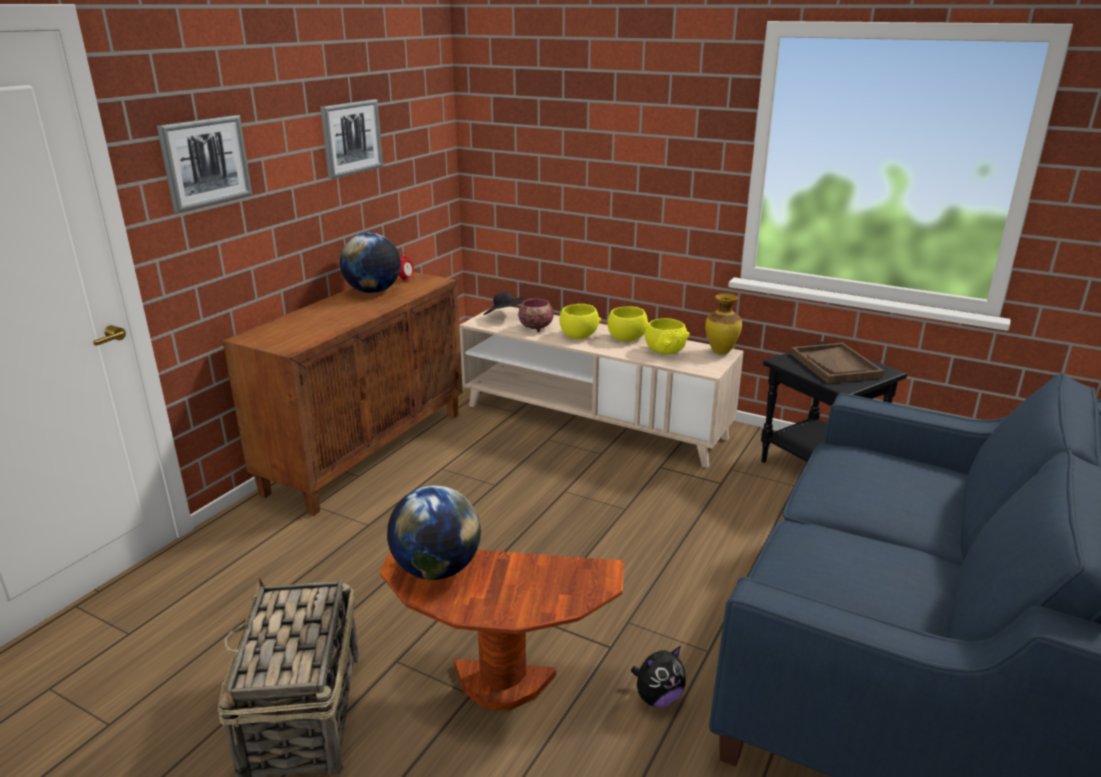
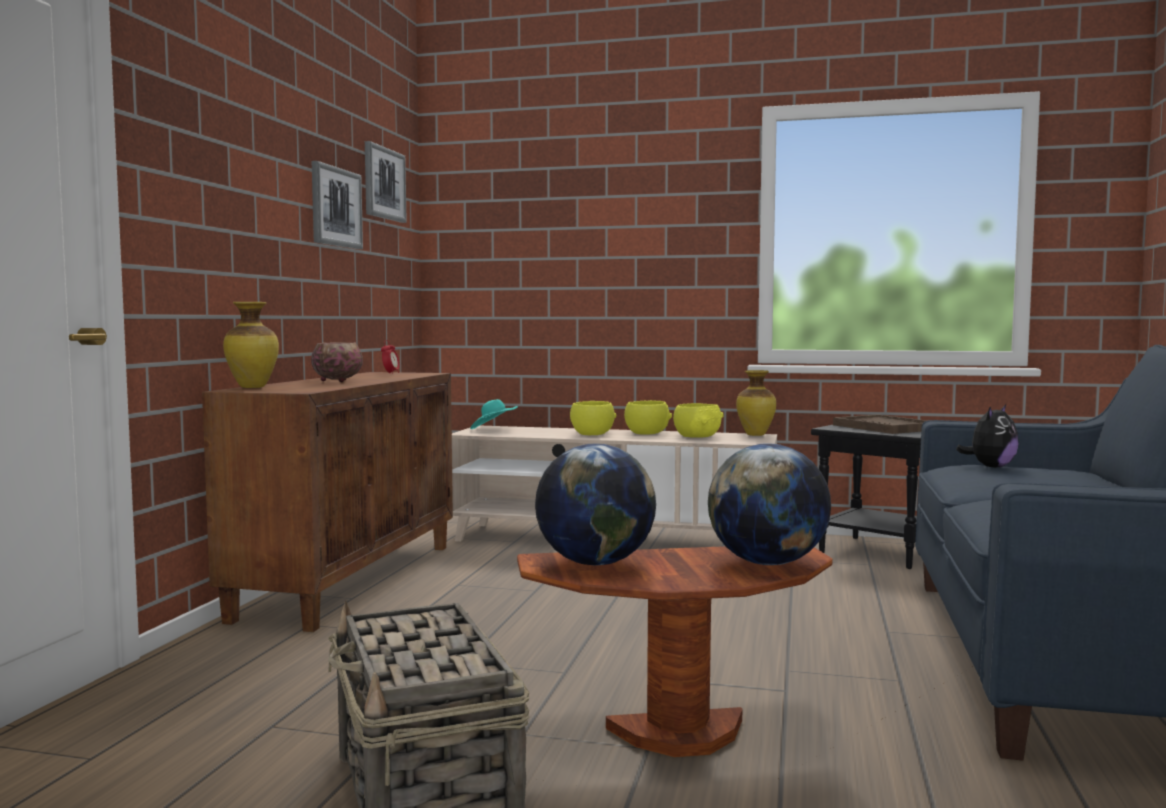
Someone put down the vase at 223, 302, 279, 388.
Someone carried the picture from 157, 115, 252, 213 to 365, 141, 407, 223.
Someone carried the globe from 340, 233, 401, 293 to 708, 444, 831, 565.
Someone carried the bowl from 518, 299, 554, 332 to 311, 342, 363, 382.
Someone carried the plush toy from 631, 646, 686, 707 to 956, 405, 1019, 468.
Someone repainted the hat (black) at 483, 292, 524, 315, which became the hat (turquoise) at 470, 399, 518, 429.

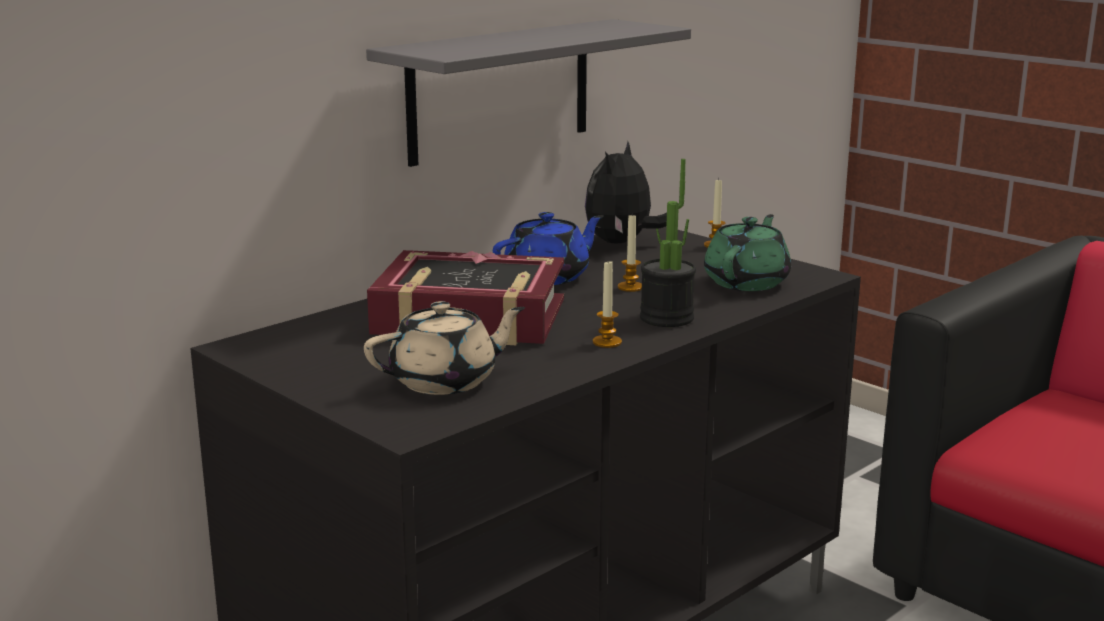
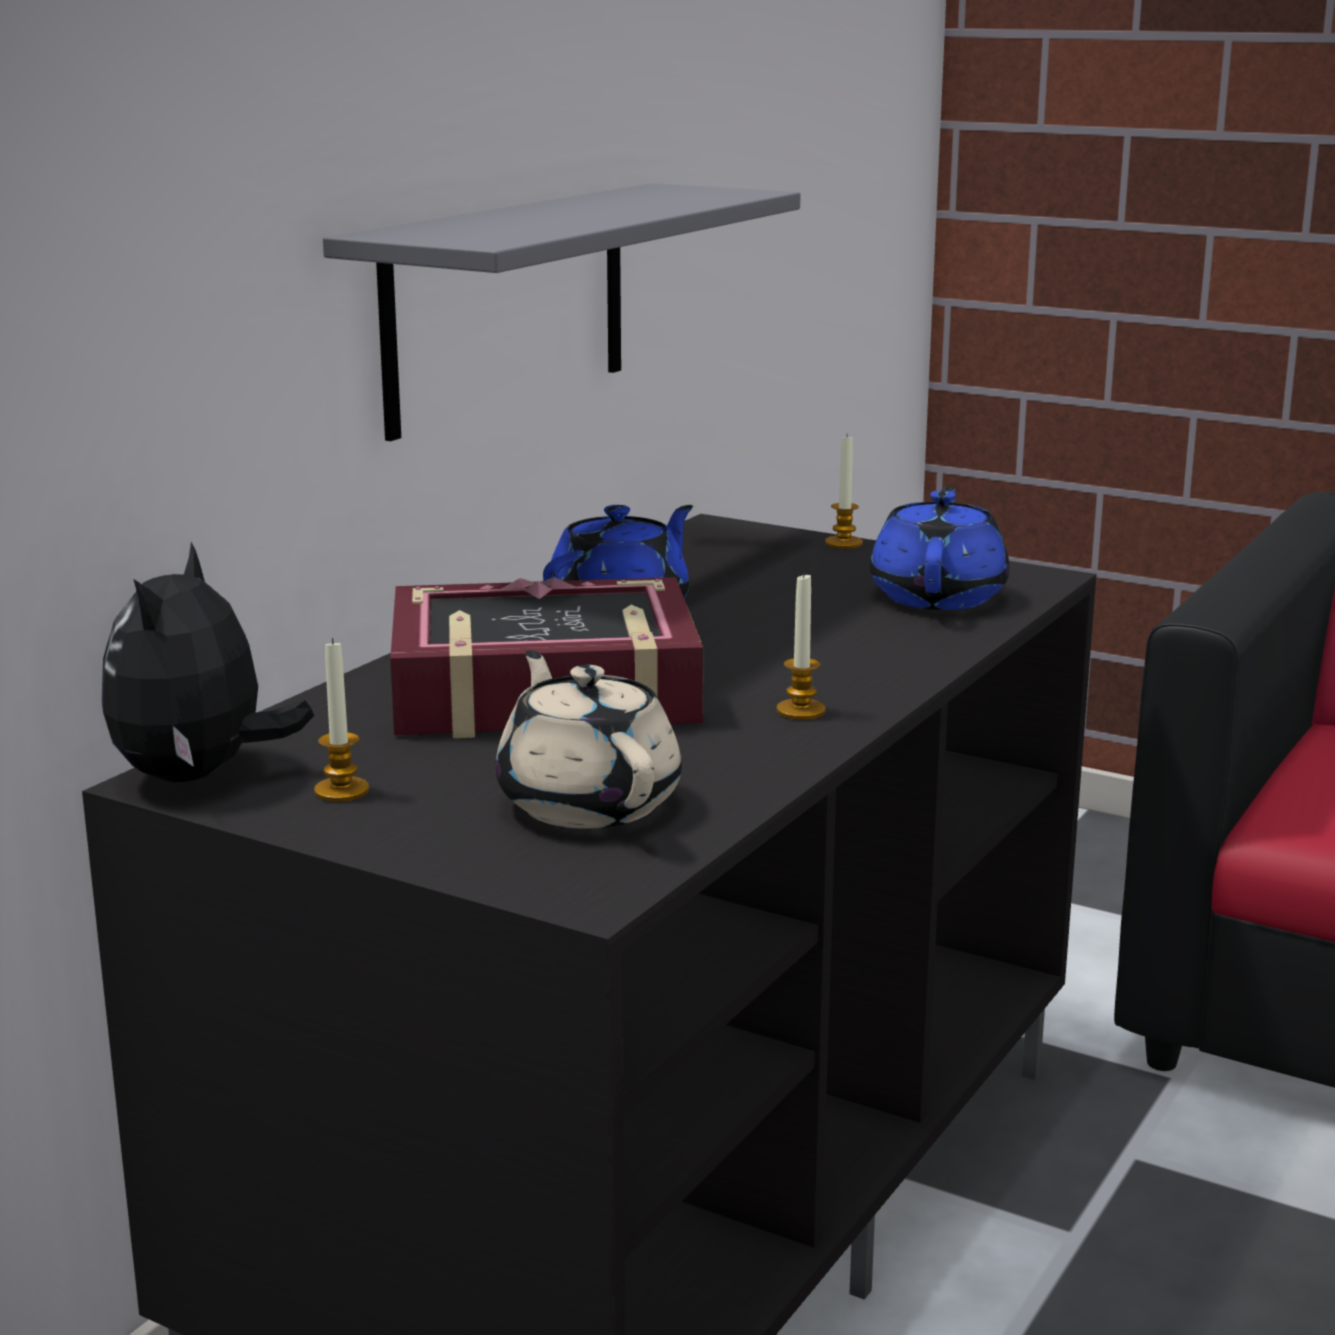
Someone took away the potted plant at 640, 159, 696, 327.
Someone carried the plush toy from 585, 141, 667, 243 to 101, 542, 314, 782.
Someone carried the candle from 618, 214, 642, 292 to 314, 638, 369, 802.
Someone repainted the teapot (green) at 704, 214, 791, 291, which became the teapot (blue) at 870, 486, 1010, 610.
Someone rotated the teapot (beige) at 364, 301, 525, 395 by 75 degrees counterclockwise.

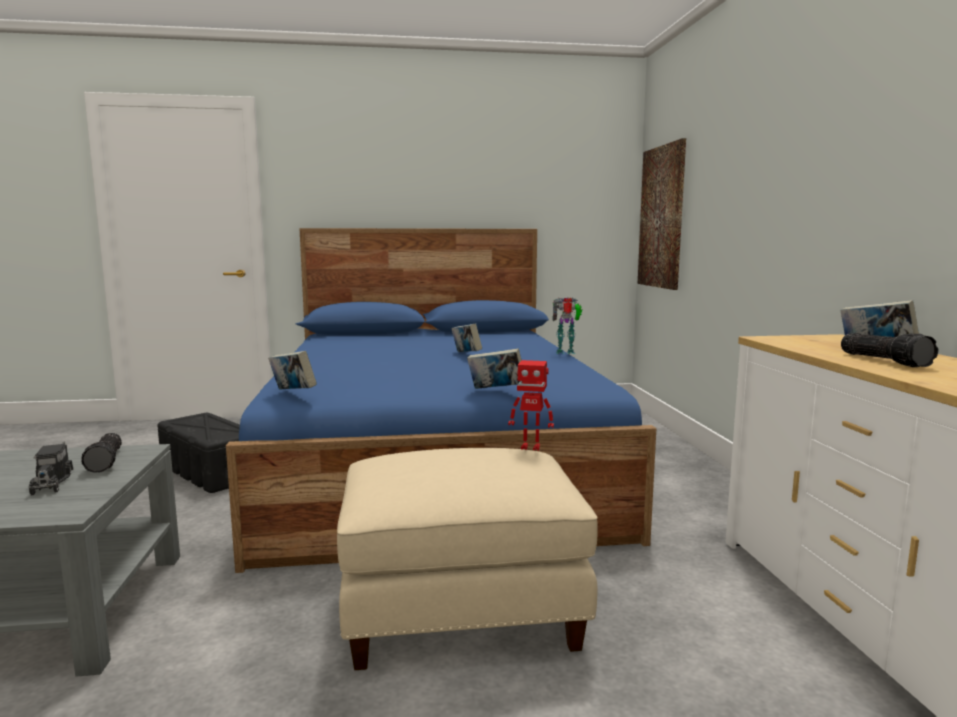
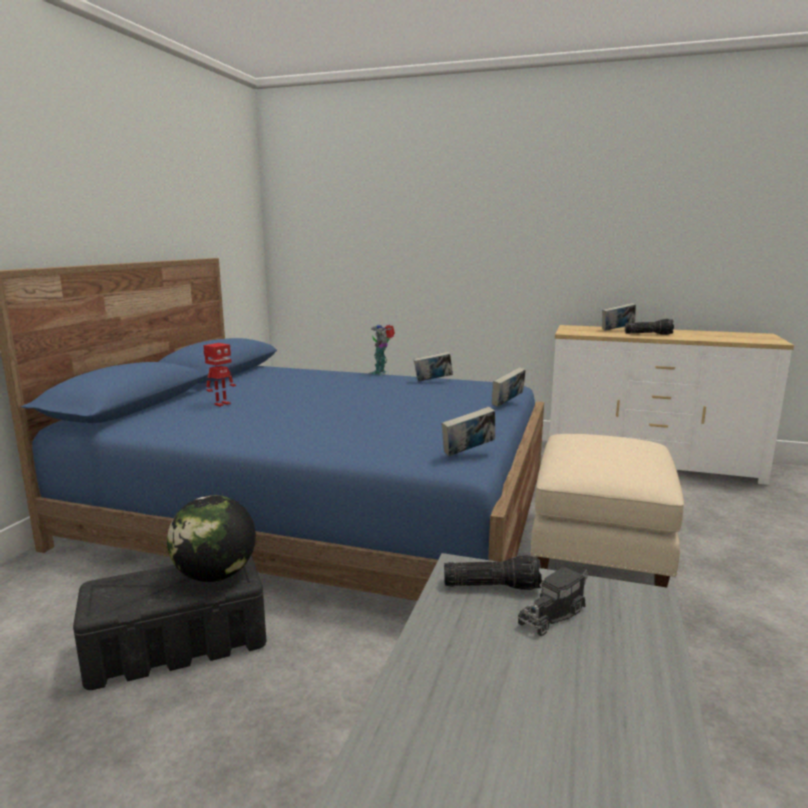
Someone took away the picture at 638, 138, 686, 290.
Someone put down the globe at 167, 495, 256, 582.
Someone carried the book from 451, 323, 482, 352 to 413, 352, 453, 382.
Someone carried the toy robot from 508, 360, 554, 451 to 203, 343, 236, 407.
Someone rotated the toy truck at 29, 441, 73, 496 by 135 degrees clockwise.

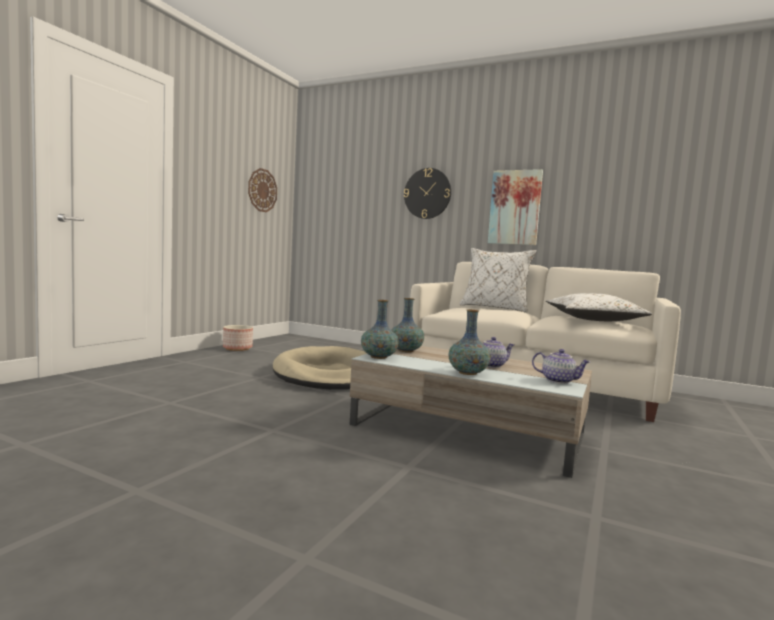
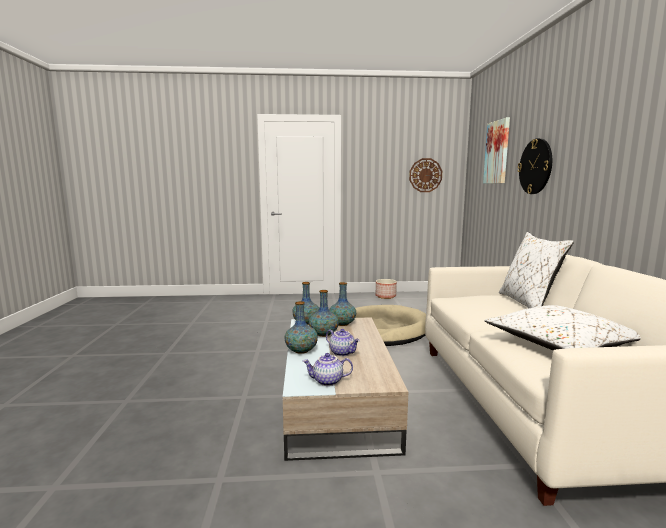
Someone put down the vase at 309, 290, 339, 337.
Someone carried the picture from 488, 169, 543, 245 to 483, 117, 510, 184.
Someone rotated the teapot at 532, 349, 590, 384 by 90 degrees clockwise.

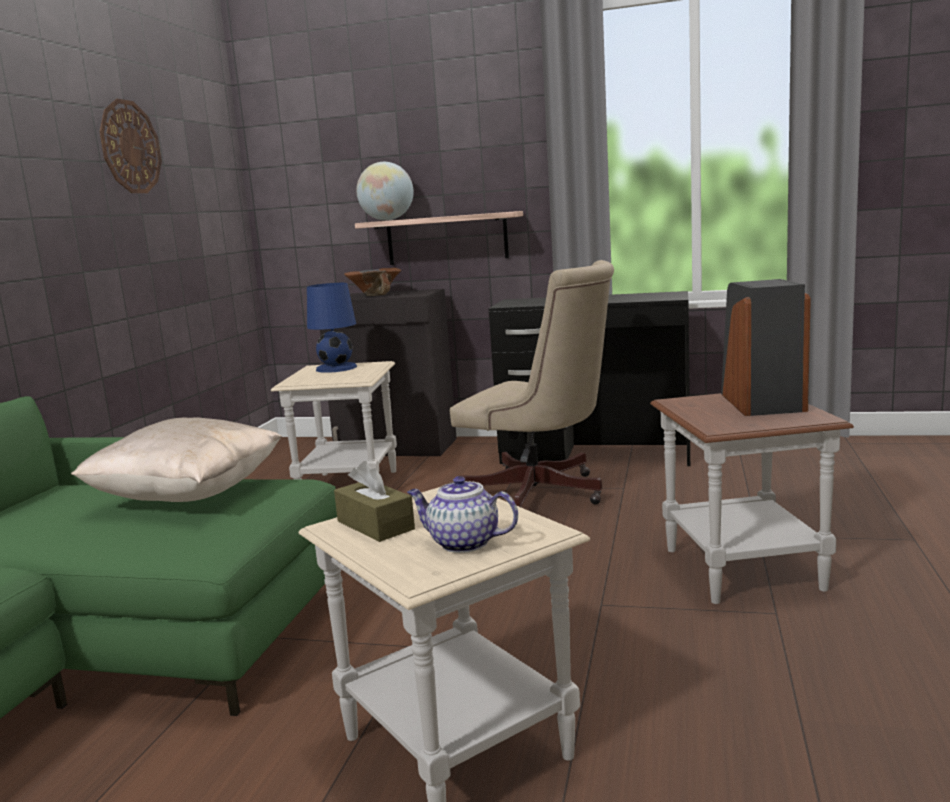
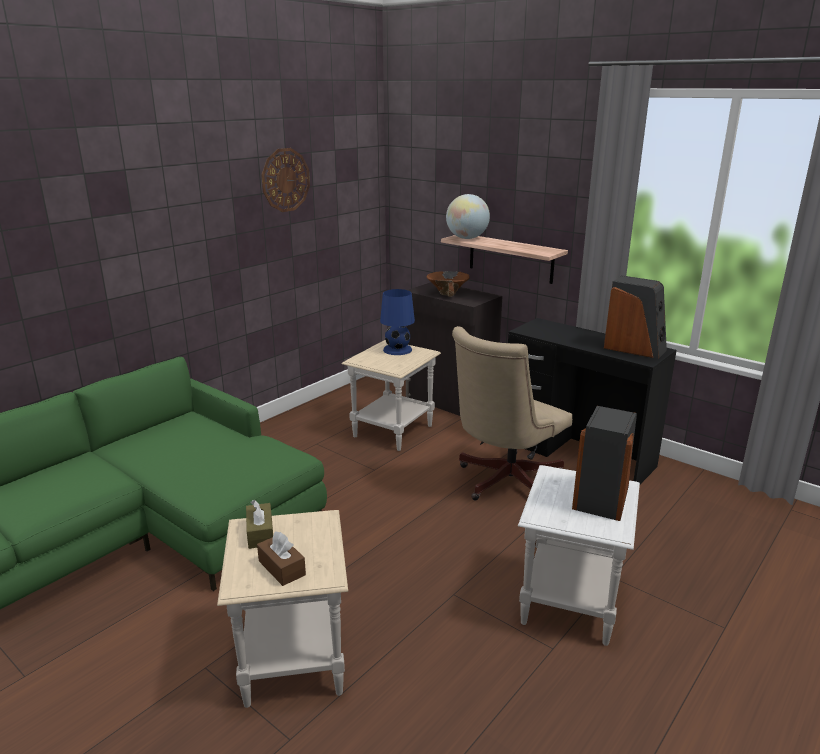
Someone took away the pillow (beige) at 71, 418, 282, 502.
Someone put down the speaker at 604, 276, 667, 359.
Someone swapped the teapot at 407, 476, 518, 553 for the tissue box (brown) at 257, 531, 306, 586.
Someone repainted the side table (brown) at 650, 393, 854, 604, which became the side table (white) at 518, 465, 640, 646.
Someone rotated the office chair (beige) at 450, 260, 614, 508 by 75 degrees clockwise.

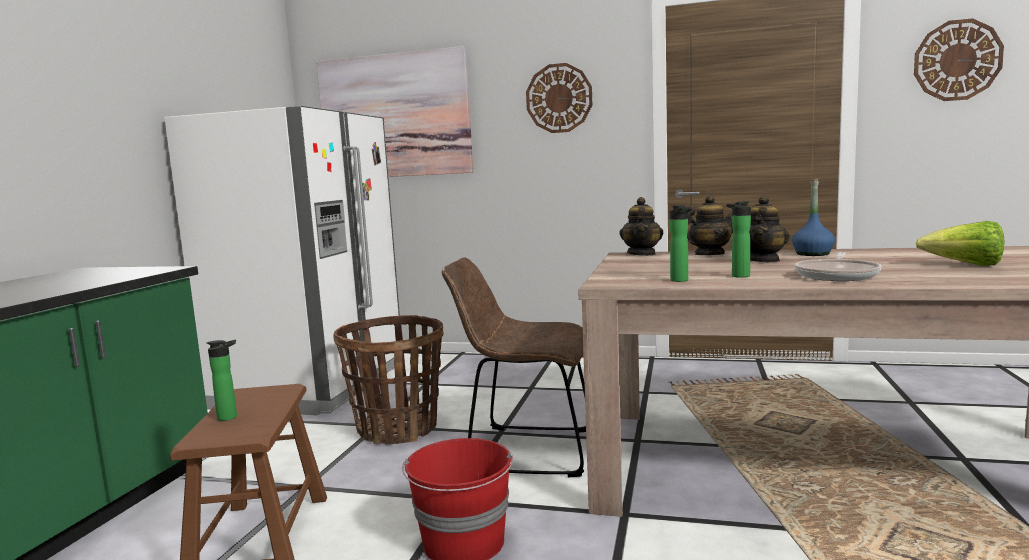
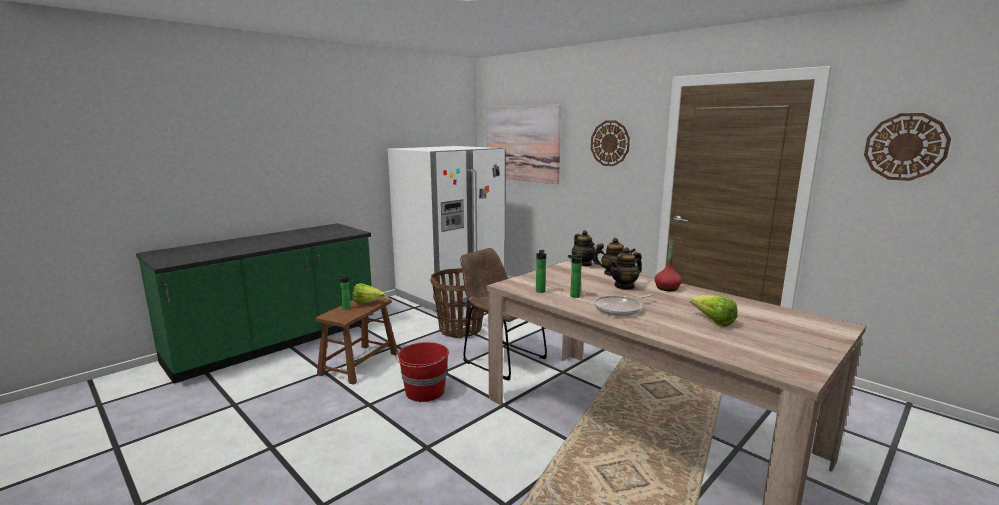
Someone put down the lettuce at 352, 283, 385, 303.
Someone repainted the bottle (blue) at 792, 178, 835, 256, which became the bottle (red) at 655, 241, 682, 291.
Someone rotated the teapot at 619, 197, 663, 256 by 60 degrees counterclockwise.

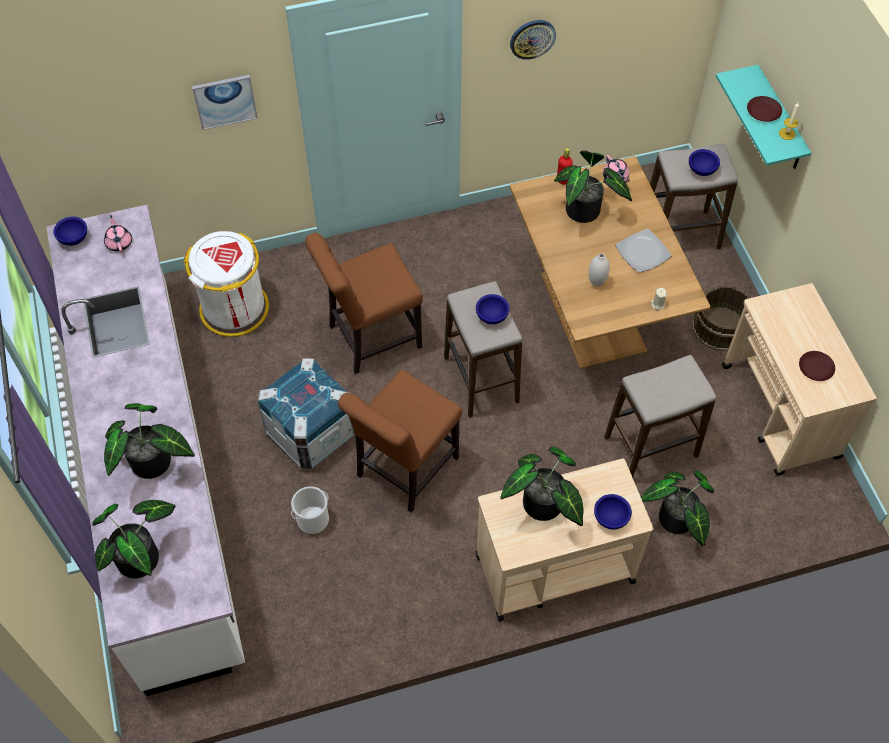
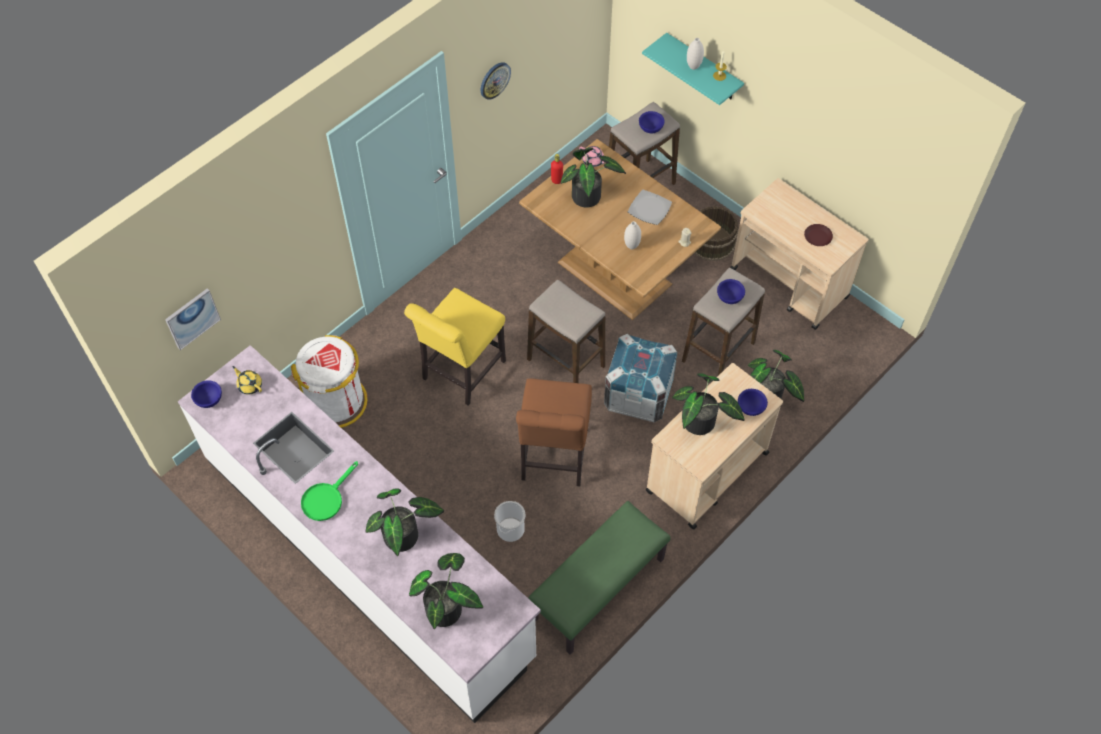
Someone put down the frying pan (green) at 301, 461, 358, 521.
Someone put down the bench (green) at 528, 501, 671, 654.
Someone carried the picture from 192, 75, 258, 130 to 165, 288, 221, 350.
Someone carried the crate from 258, 358, 354, 469 to 604, 334, 678, 423.
Someone carried the bowl (blue) from 476, 294, 509, 324 to 717, 279, 745, 304.
Someone swapped the plate (brown) at 747, 96, 782, 122 for the vase (white) at 687, 38, 704, 70.
Someone repainted the teapot (pink) at 104, 215, 132, 253, which became the teapot (yellow) at 232, 366, 262, 395.
Someone repainted the chair (brown) at 305, 233, 423, 374, which became the chair (yellow) at 404, 288, 506, 406.

